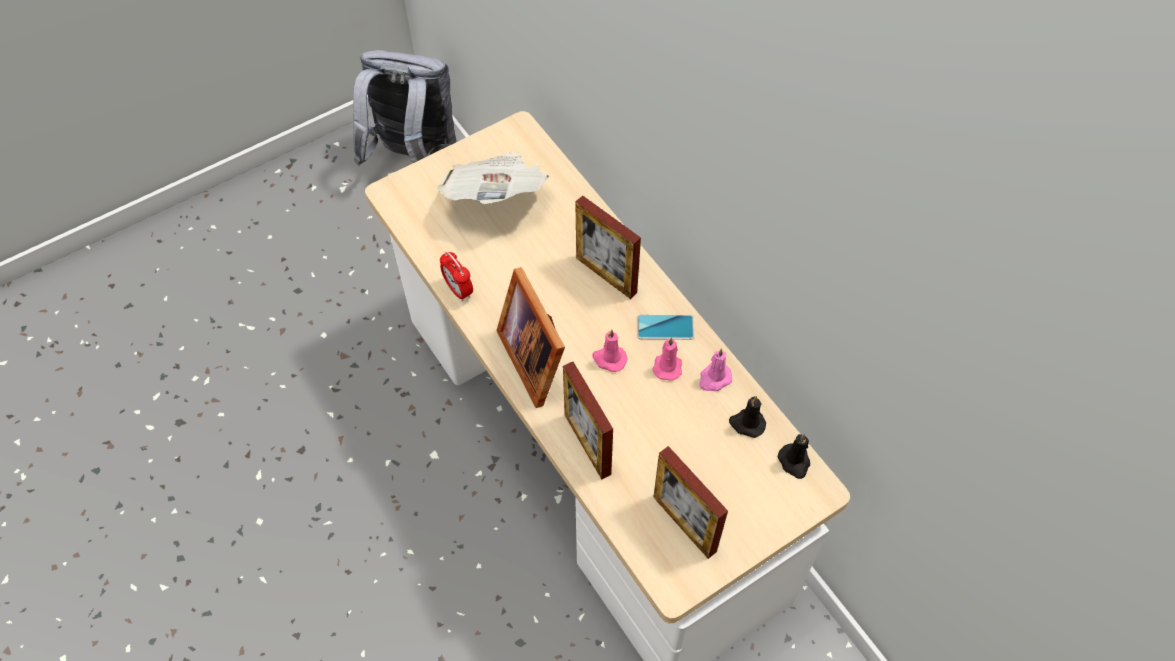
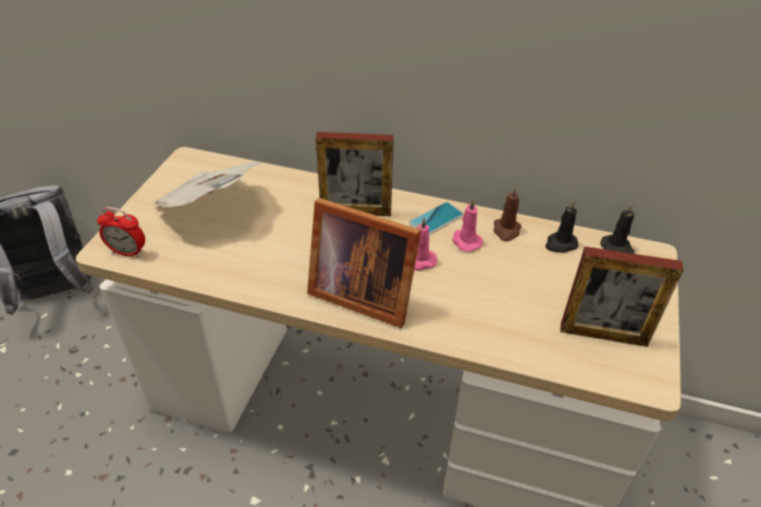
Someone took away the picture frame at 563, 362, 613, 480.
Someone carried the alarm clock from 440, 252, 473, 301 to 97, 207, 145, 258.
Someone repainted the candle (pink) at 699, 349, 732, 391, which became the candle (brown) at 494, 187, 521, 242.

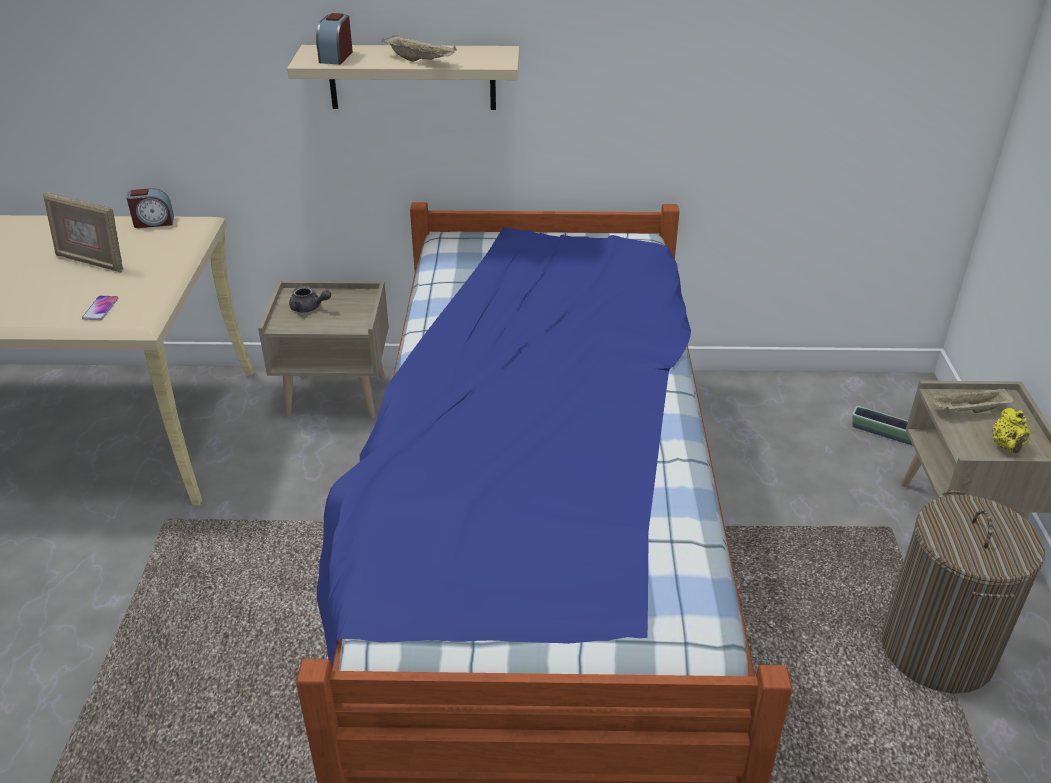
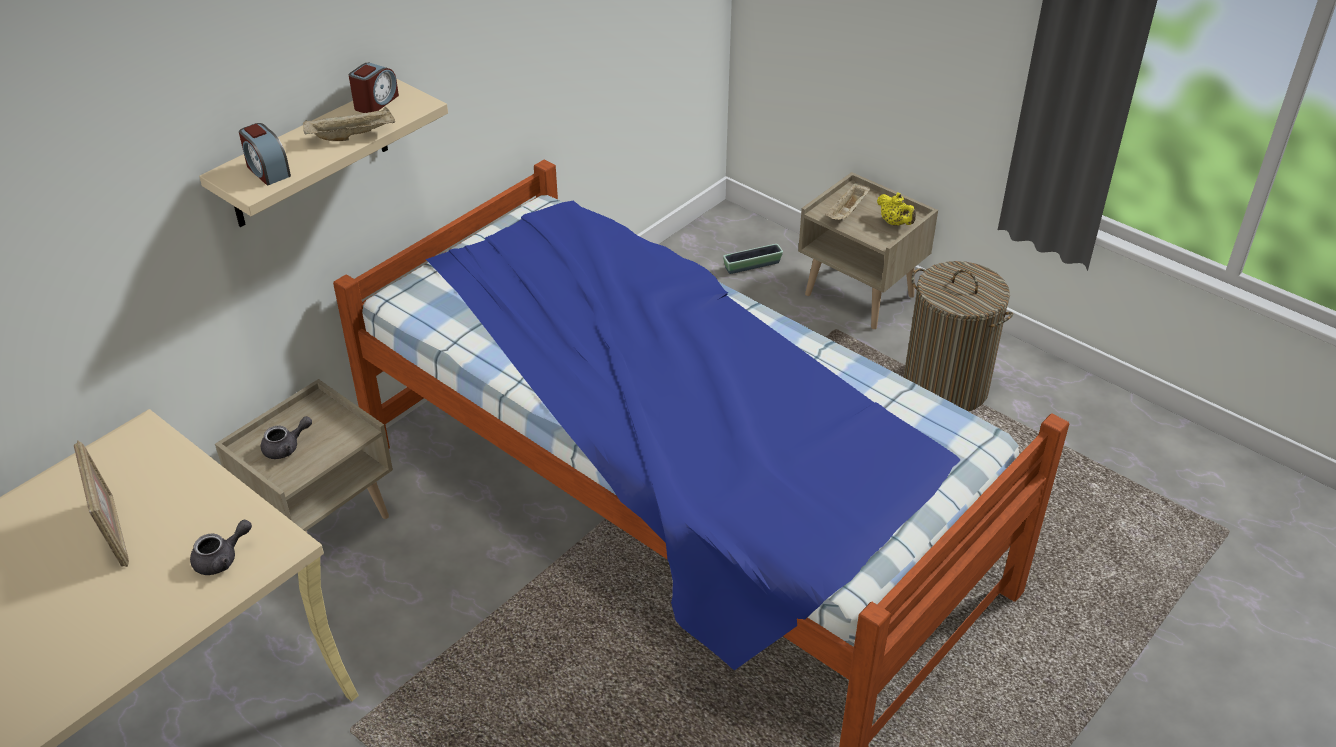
Someone carried the alarm clock from 126, 188, 174, 228 to 349, 63, 399, 113.
Someone swapped the phone at 82, 296, 118, 320 for the teapot (grey) at 190, 520, 252, 575.
Someone rotated the picture frame at 43, 192, 123, 273 by 90 degrees counterclockwise.

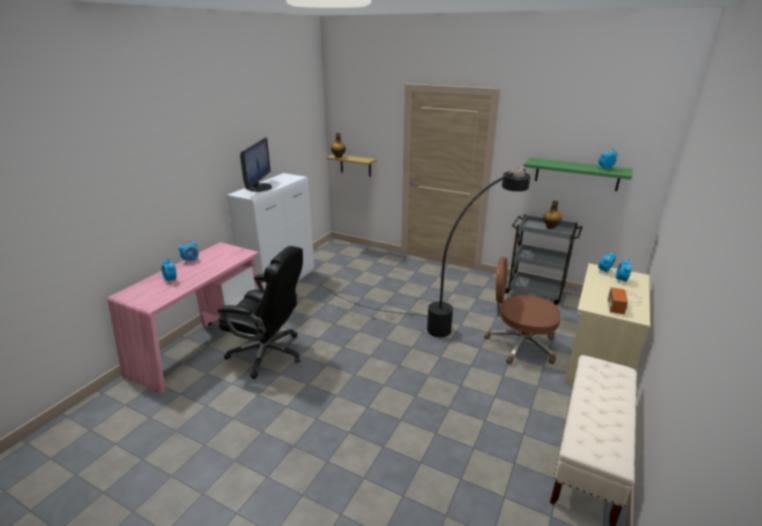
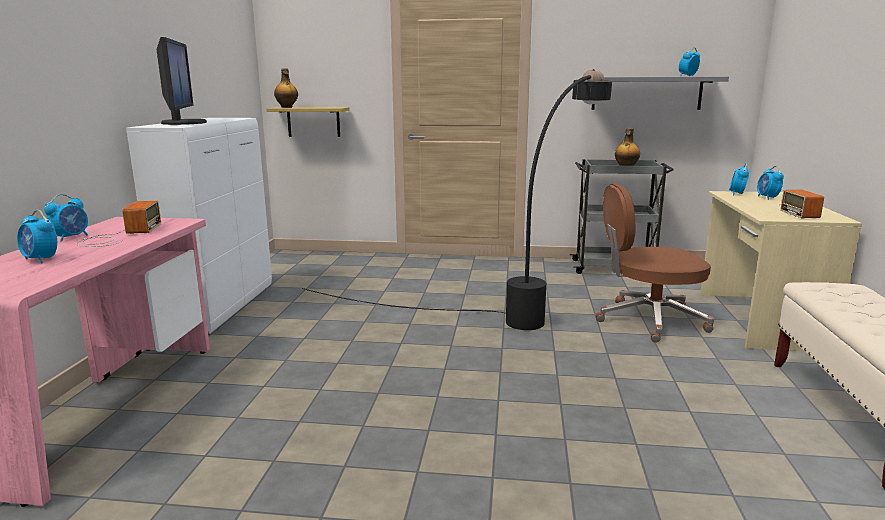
Someone took away the office chair (black) at 217, 246, 303, 379.
Someone put down the radio at 77, 201, 161, 247.
Someone repainted the shelf (green) at 524, 158, 633, 191, which became the shelf (grey) at 592, 76, 729, 110.

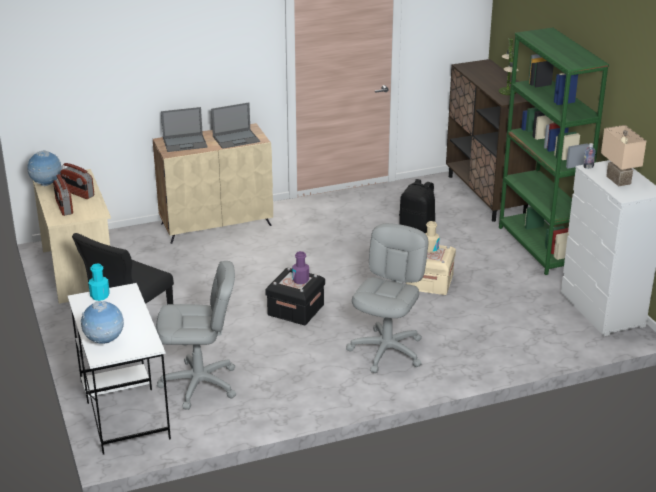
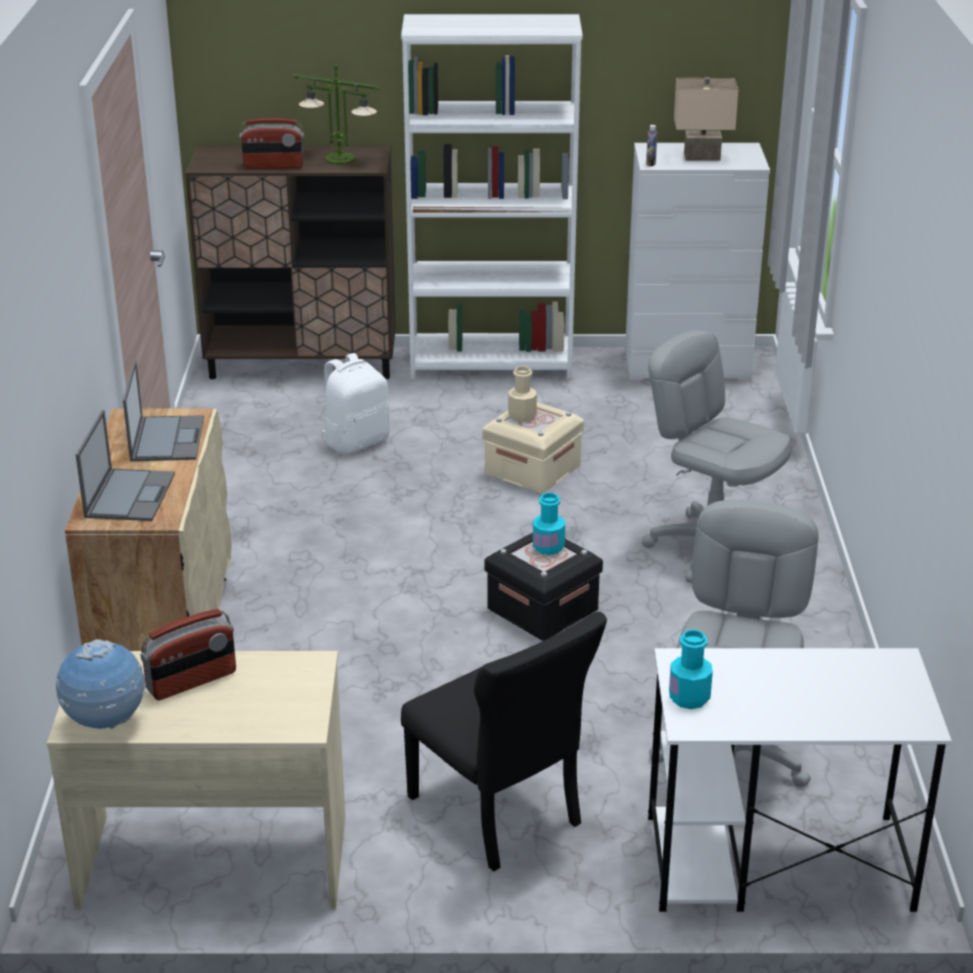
Someone took away the globe at 80, 301, 124, 344.
Someone carried the radio from 53, 174, 73, 216 to 239, 118, 304, 169.
Someone repainted the bottle (purple) at 292, 251, 309, 284, which became the bottle (turquoise) at 533, 492, 565, 555.
Someone repainted the backpack (black) at 399, 179, 435, 233, which became the backpack (white) at 322, 353, 390, 454.
Someone repainted the bookcase (green) at 499, 28, 609, 275, which became the bookcase (white) at 401, 14, 583, 379.

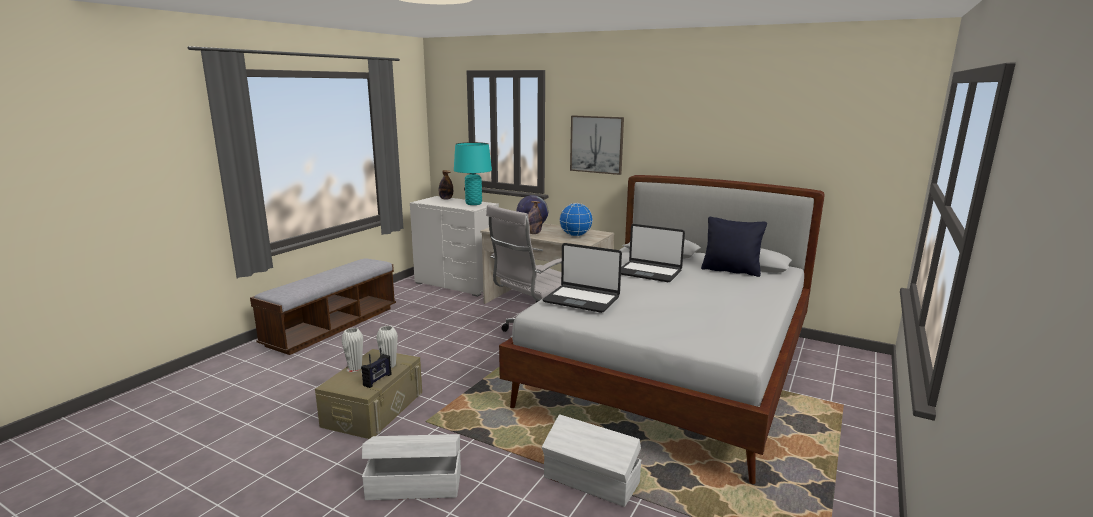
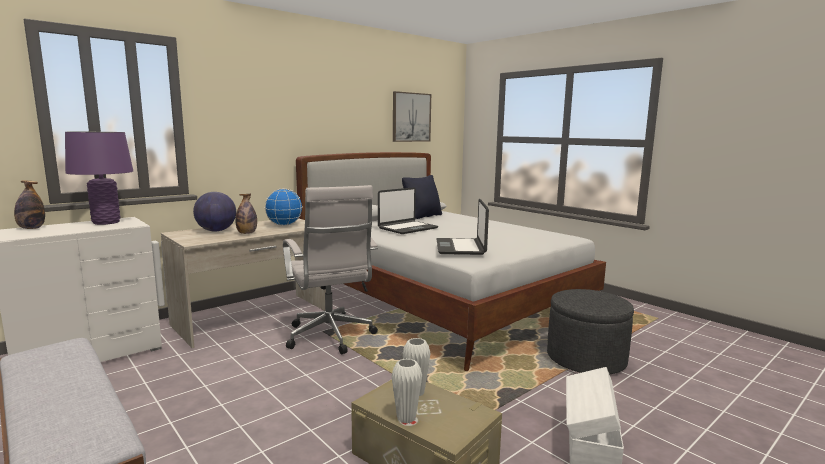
Someone took away the radio at 361, 348, 392, 388.
Someone carried the picture from 570, 115, 624, 175 to 393, 91, 431, 142.
Someone swapped the storage box (white) at 542, 414, 641, 507 for the ottoman (grey) at 547, 289, 634, 374.
Someone repainted the table lamp (turquoise) at 454, 142, 492, 205, which became the table lamp (purple) at 65, 132, 133, 225.
Someone rotated the laptop at 543, 243, 622, 313 by 135 degrees clockwise.

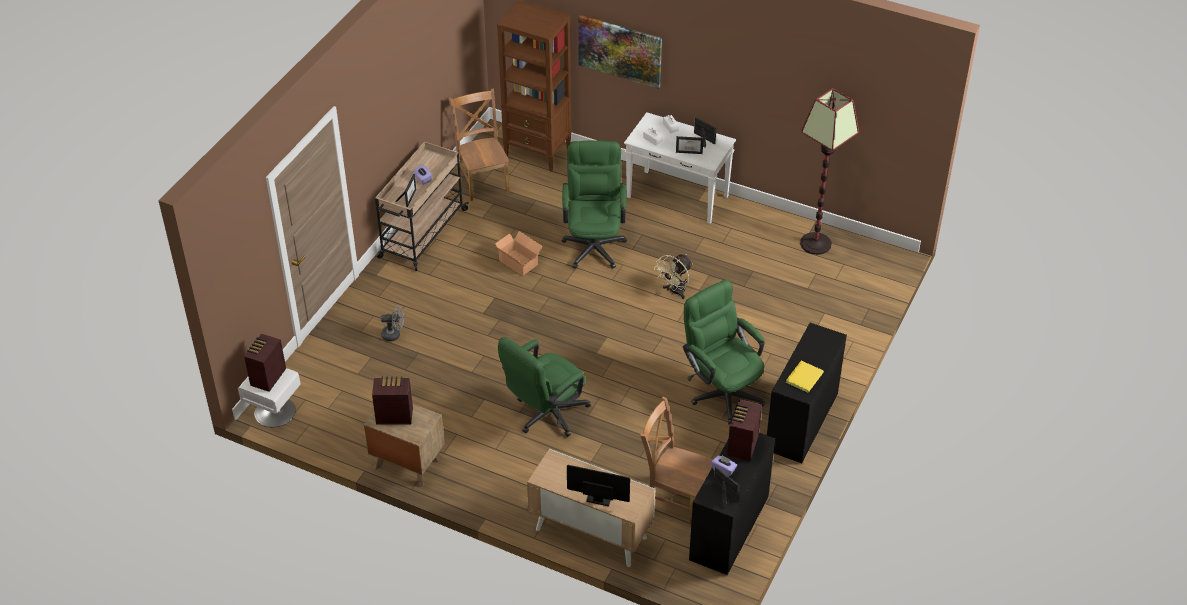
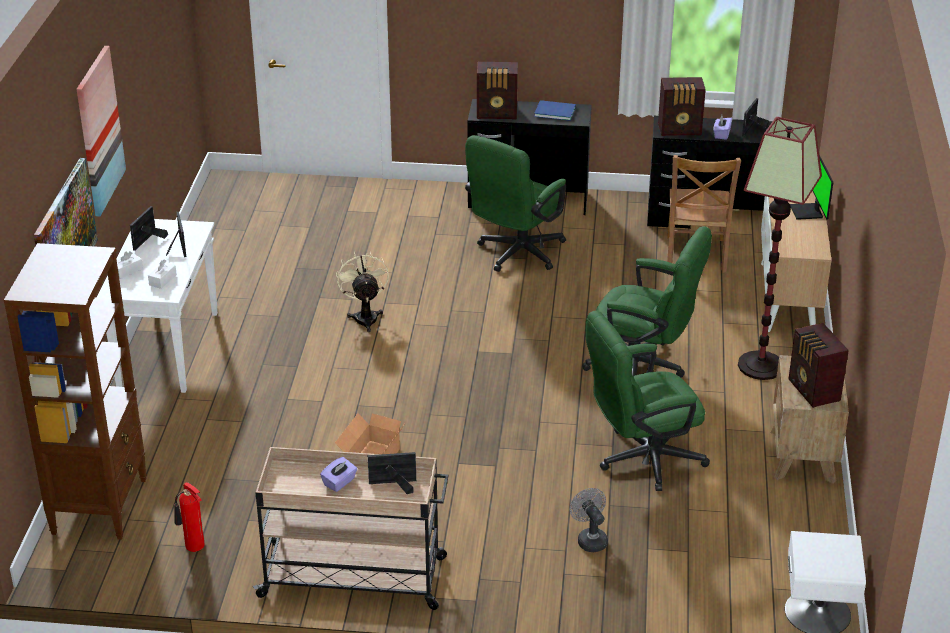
Someone put up the picture at 76, 46, 126, 216.
Someone carried the radio from 244, 333, 286, 392 to 477, 62, 518, 120.
Someone carried the office chair (green) from 561, 141, 627, 269 to 586, 311, 710, 491.
Someone carried the floor lamp from 800, 88, 859, 255 to 738, 117, 822, 380.
Someone swapped the chair (brown) at 449, 89, 510, 201 for the fire extinguisher at 174, 482, 205, 552.
Someone repainted the book (yellow) at 786, 361, 824, 393, which became the book (blue) at 534, 100, 576, 121.
Someone rotated the fan (beige) at 654, 254, 693, 299 by 120 degrees counterclockwise.

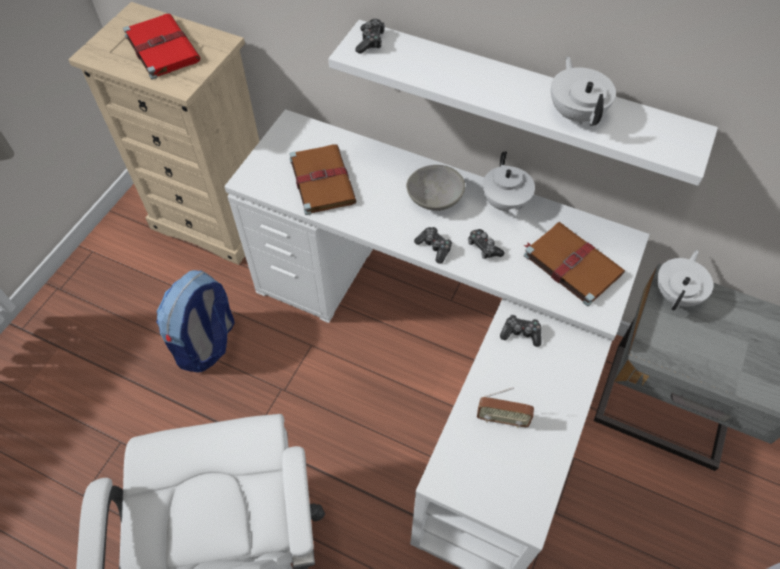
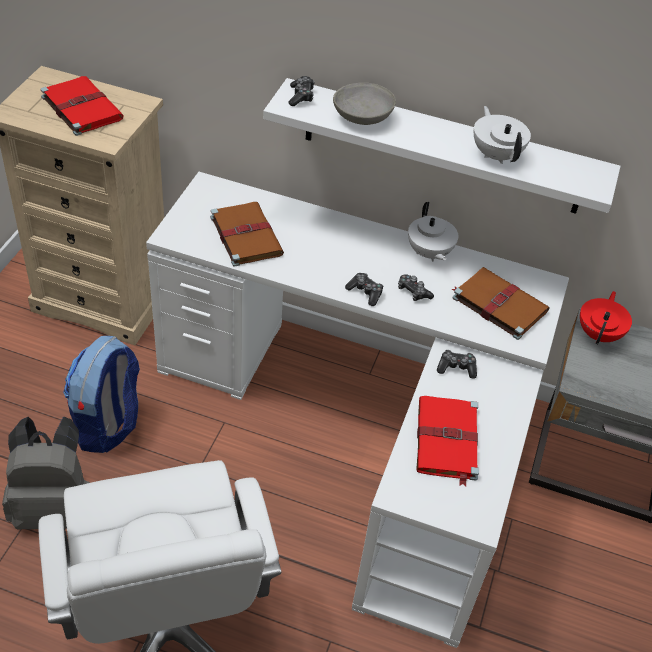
Someone put down the backpack (grey) at 2, 416, 90, 529.
Someone carried the bowl (grey) from 406, 165, 465, 211 to 333, 83, 396, 125.
Someone swapped the radio at 477, 387, 534, 428 for the book (red) at 416, 396, 479, 486.
Someone repainted the teapot (white) at 657, 250, 713, 310, which became the teapot (red) at 580, 291, 632, 344.

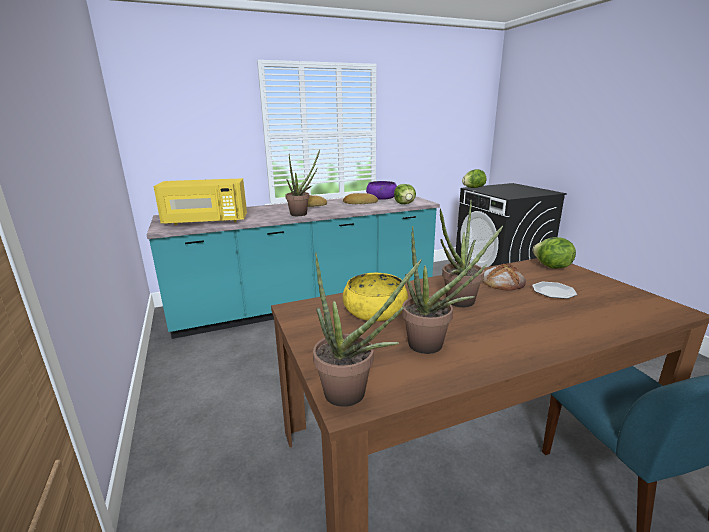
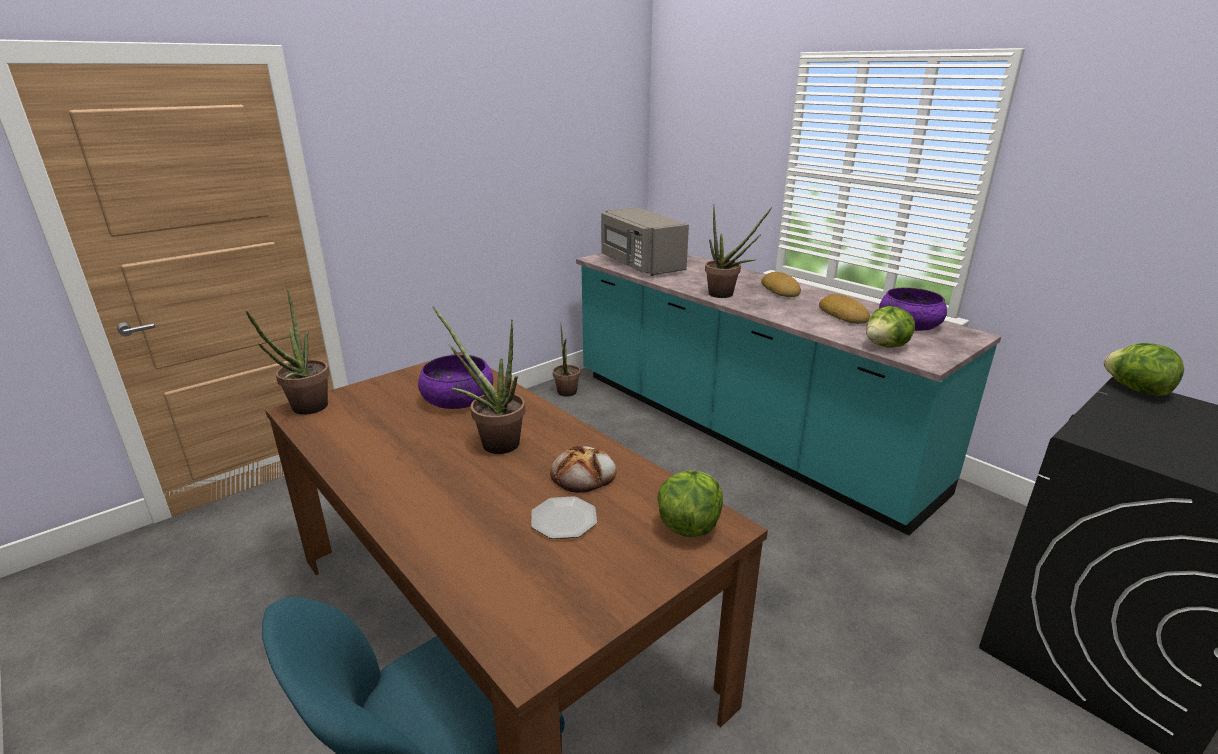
Someone carried the potted plant from 402, 225, 503, 354 to 553, 326, 581, 397.
Someone repainted the microwave (yellow) at 154, 178, 247, 225, which became the microwave (grey) at 601, 207, 689, 276.
Someone repainted the bowl (yellow) at 343, 273, 408, 321, which became the bowl (purple) at 418, 354, 493, 409.

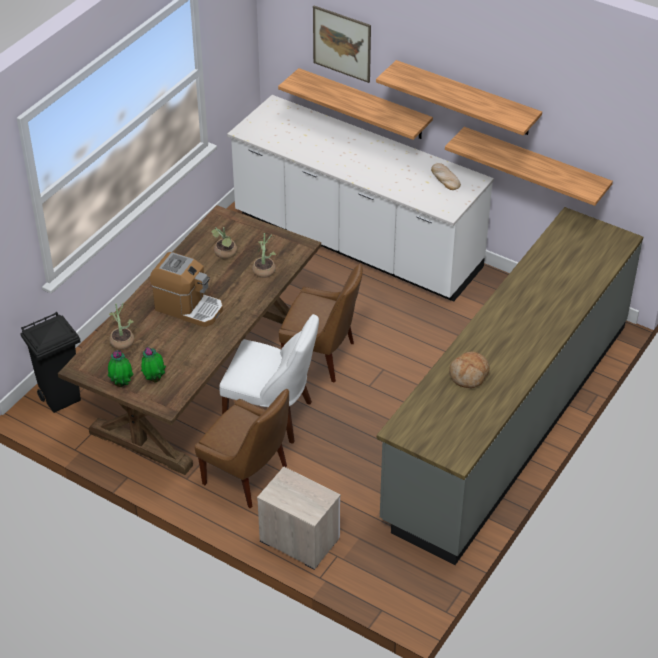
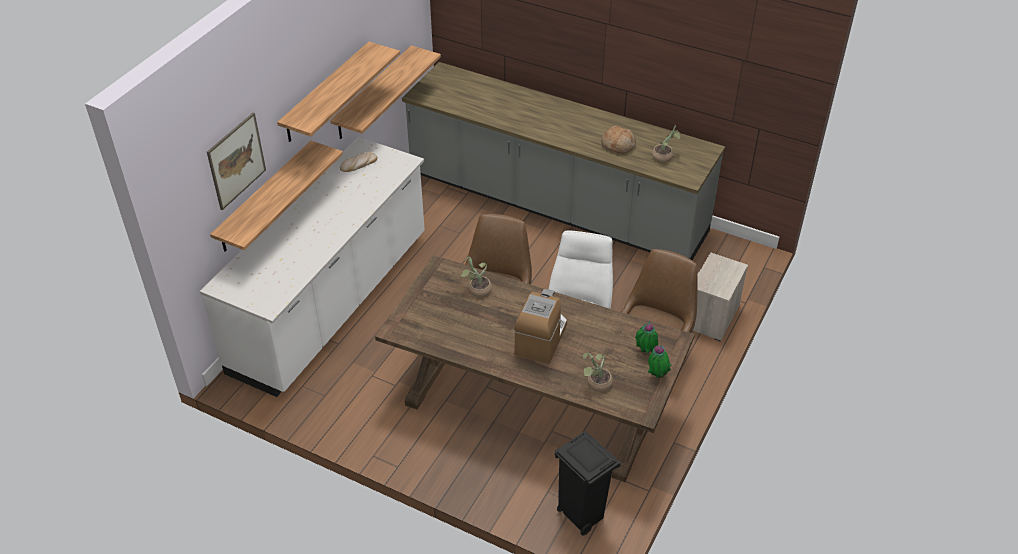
Someone carried the potted plant from 211, 227, 237, 259 to 652, 126, 681, 162.

